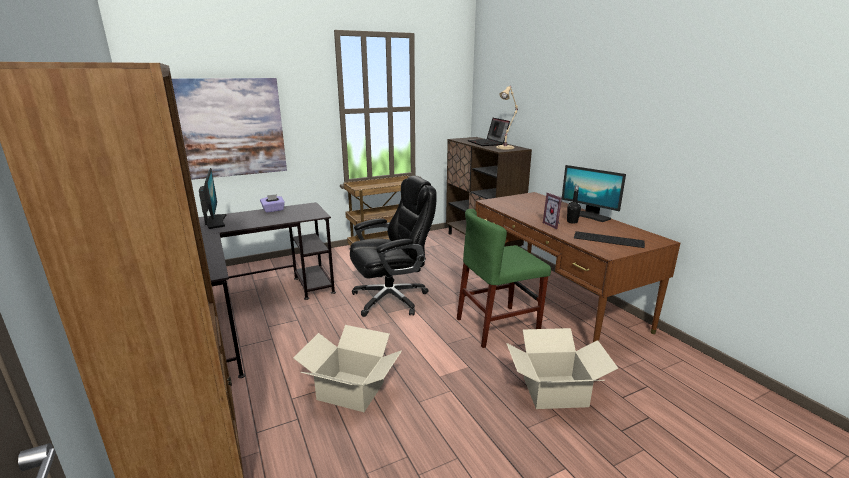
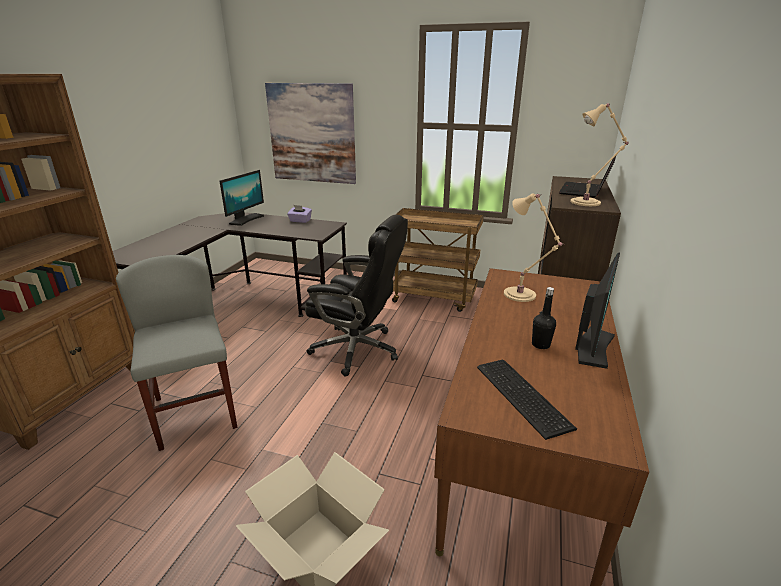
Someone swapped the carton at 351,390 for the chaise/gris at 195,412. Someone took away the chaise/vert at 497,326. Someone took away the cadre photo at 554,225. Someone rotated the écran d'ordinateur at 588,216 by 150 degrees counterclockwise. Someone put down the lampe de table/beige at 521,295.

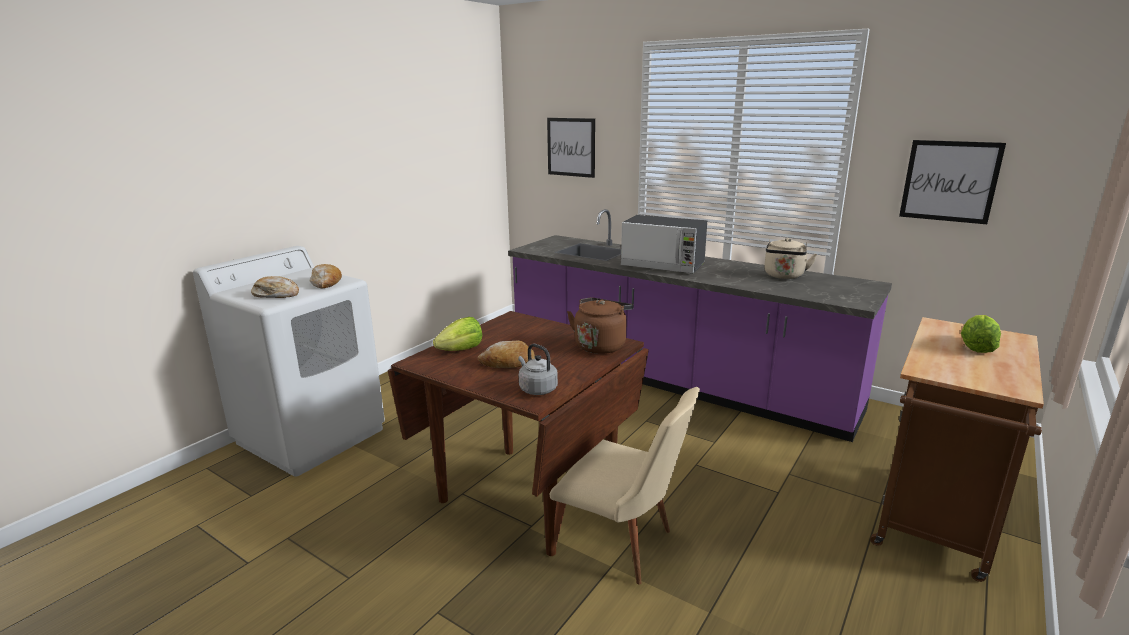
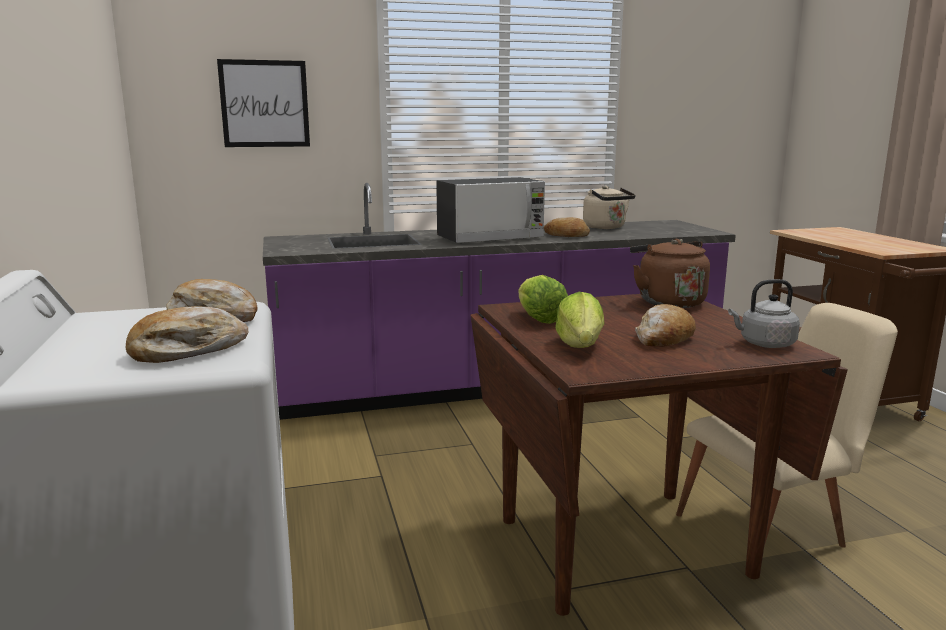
Someone took away the tableau at 949,181. Someone carried the laitue from 976,347 to 539,319. Someone put down the pain at 566,235.

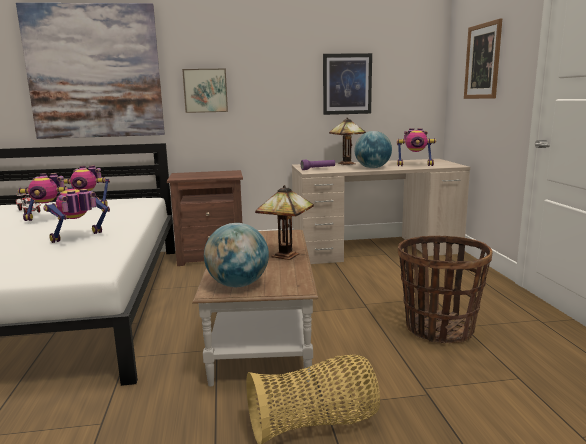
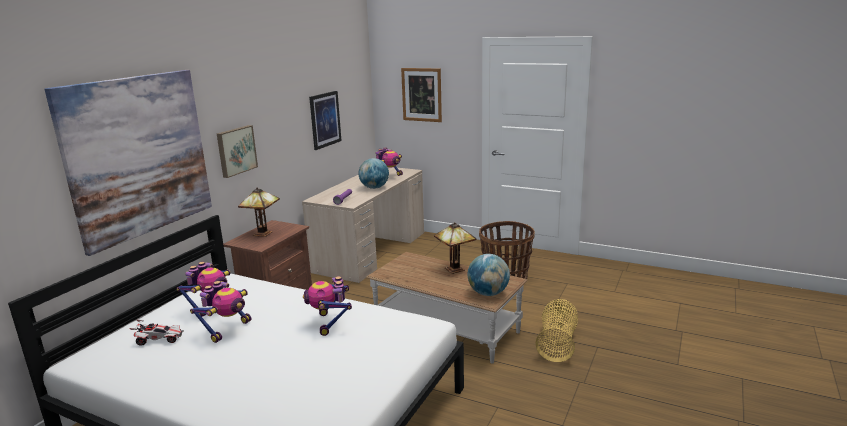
Someone carried the lampe de table from 348,164 to 264,233.

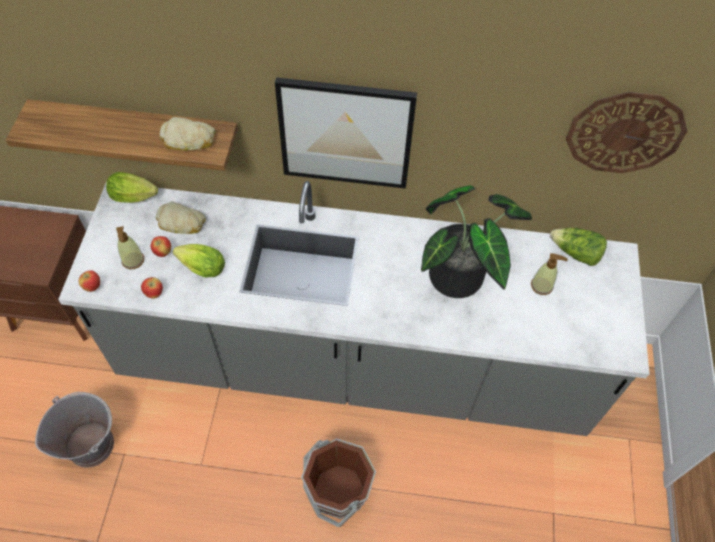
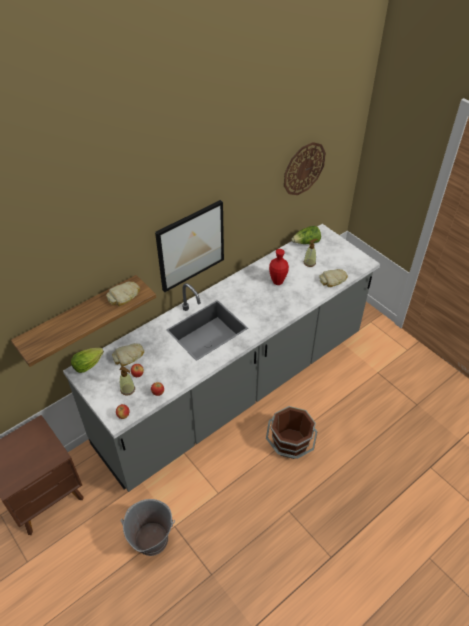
Someone took away the laitue at 200,267. Someone swapped the plante en pot at 463,276 for the vase/rouge at 277,282. Someone put down the pain at 333,280.

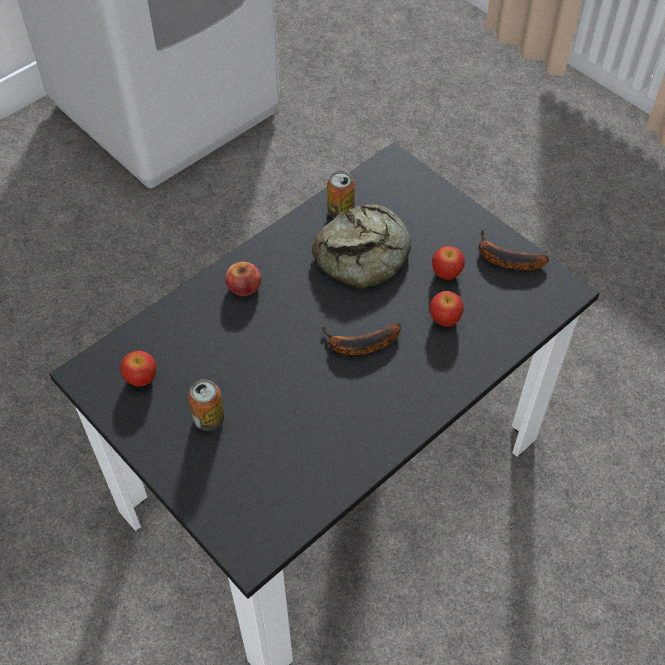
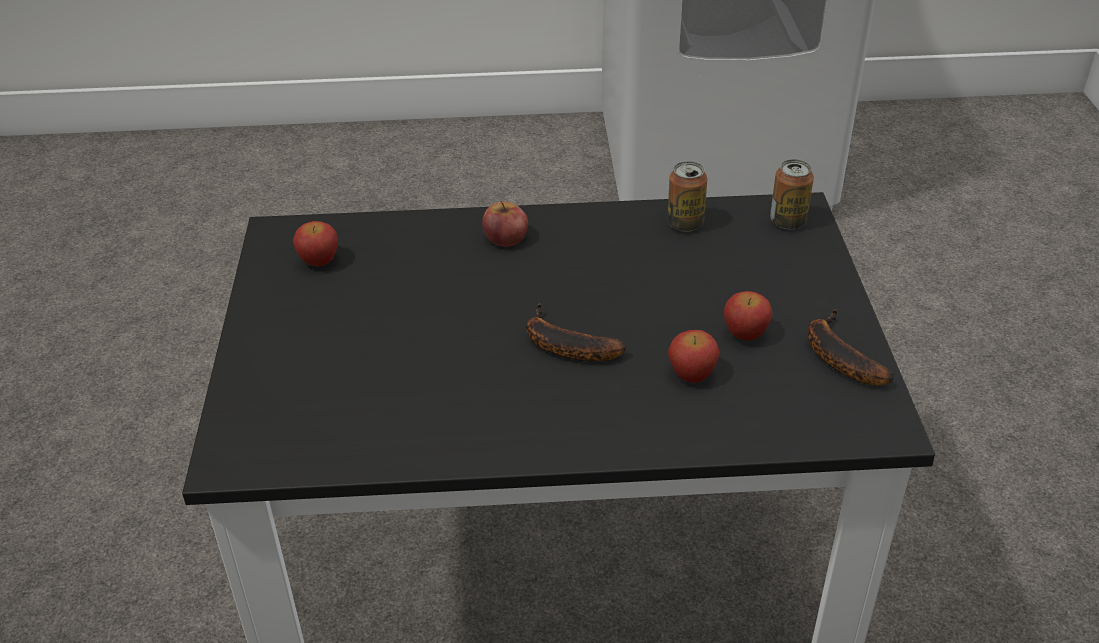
Someone carried the boîte métallique from 209,419 to 787,221. Someone took away the pain at 365,254.

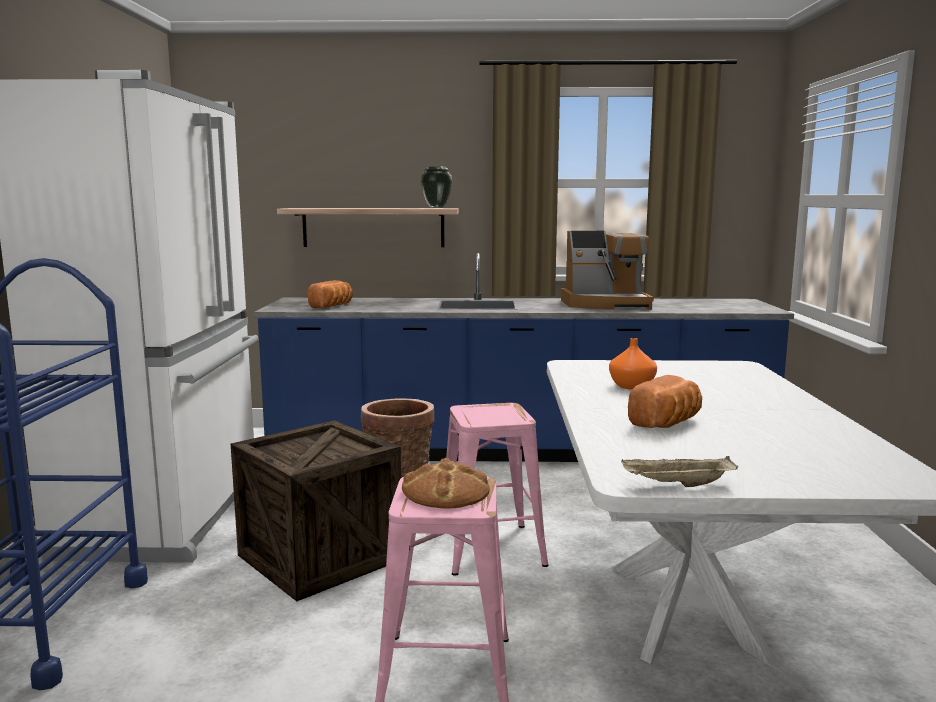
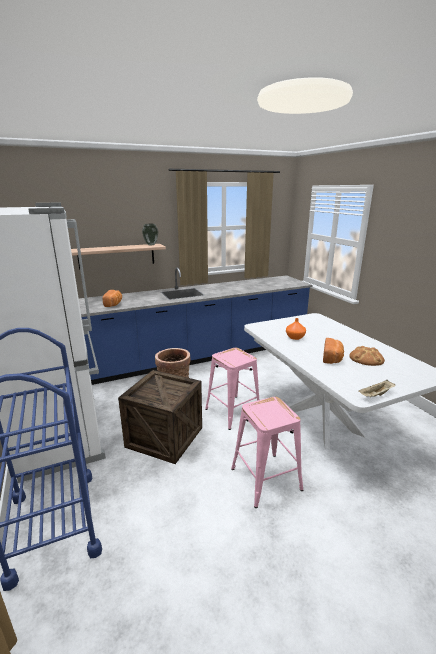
Someone carried the pain from 445,492 to 366,358. Someone took away the machine à café at 606,304.

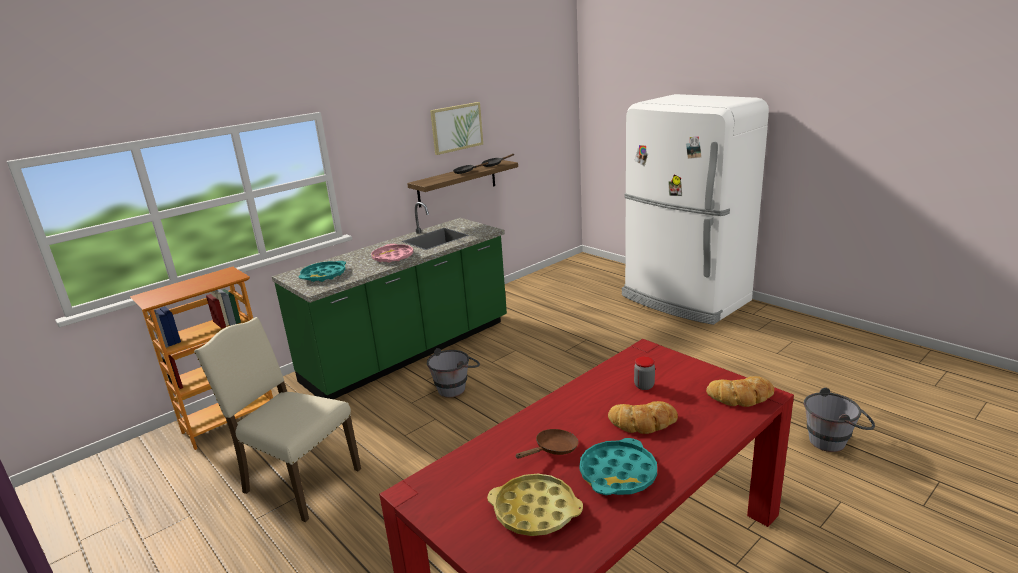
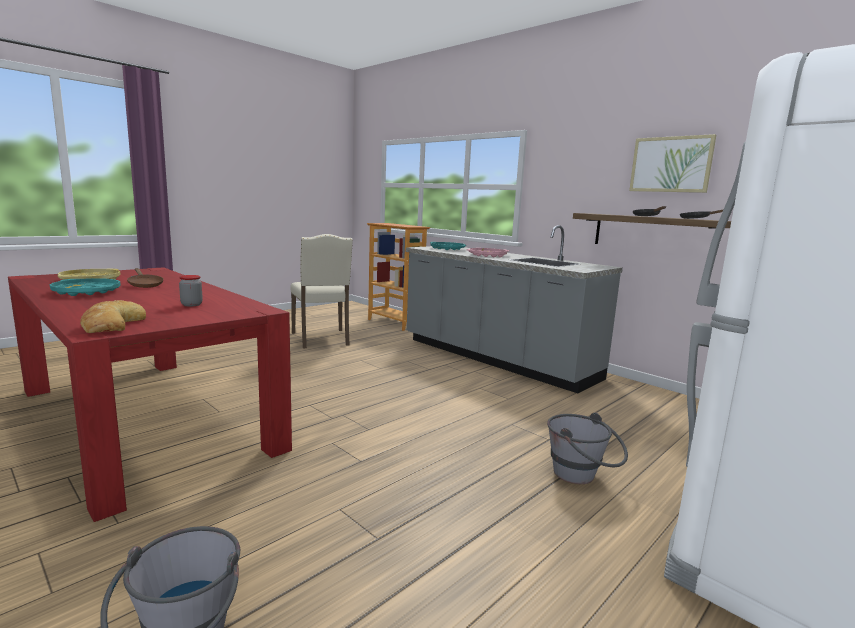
Someone rotated the chaise/beige at 298,481 by 135 degrees clockwise. Someone repainted the comptoir de cuisine/vert at 410,352, which became the comptoir de cuisine/gris at 495,359. Someone carried the seau/gris from 456,387 to 582,477. Someone took away the pain at 643,422.

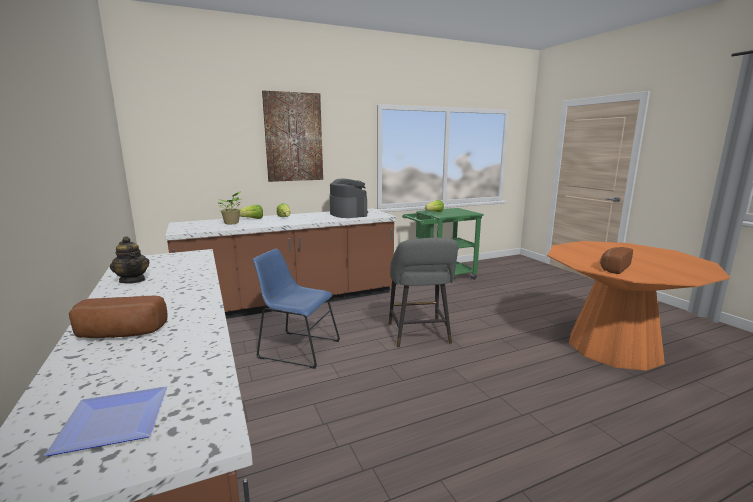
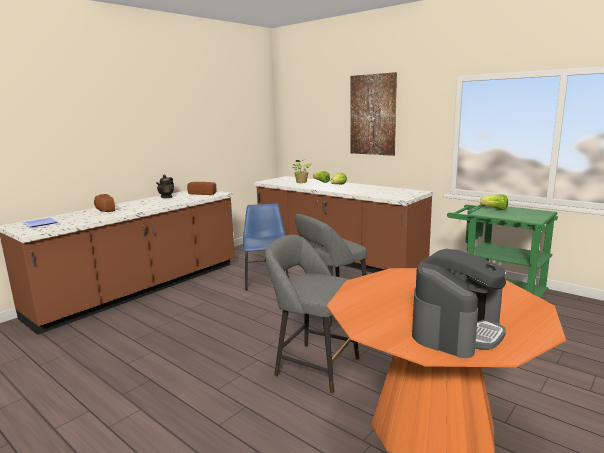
Someone carried the machine à café from 348,214 to 457,330. Someone carried the pain from 613,268 to 203,193. Someone put down the tabouret/gris at 313,365.

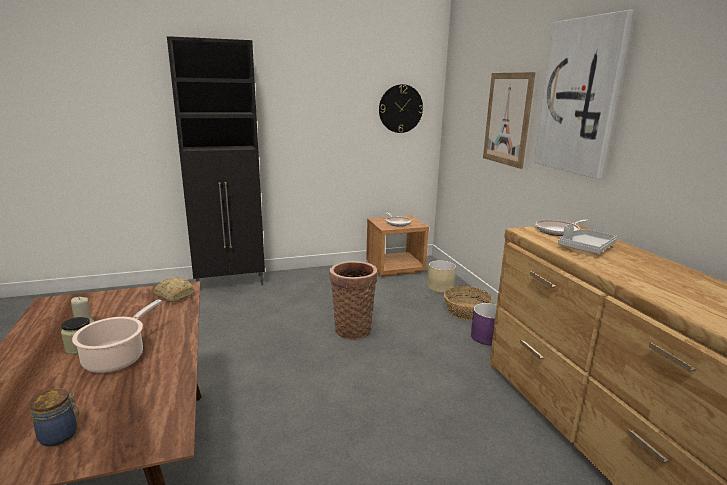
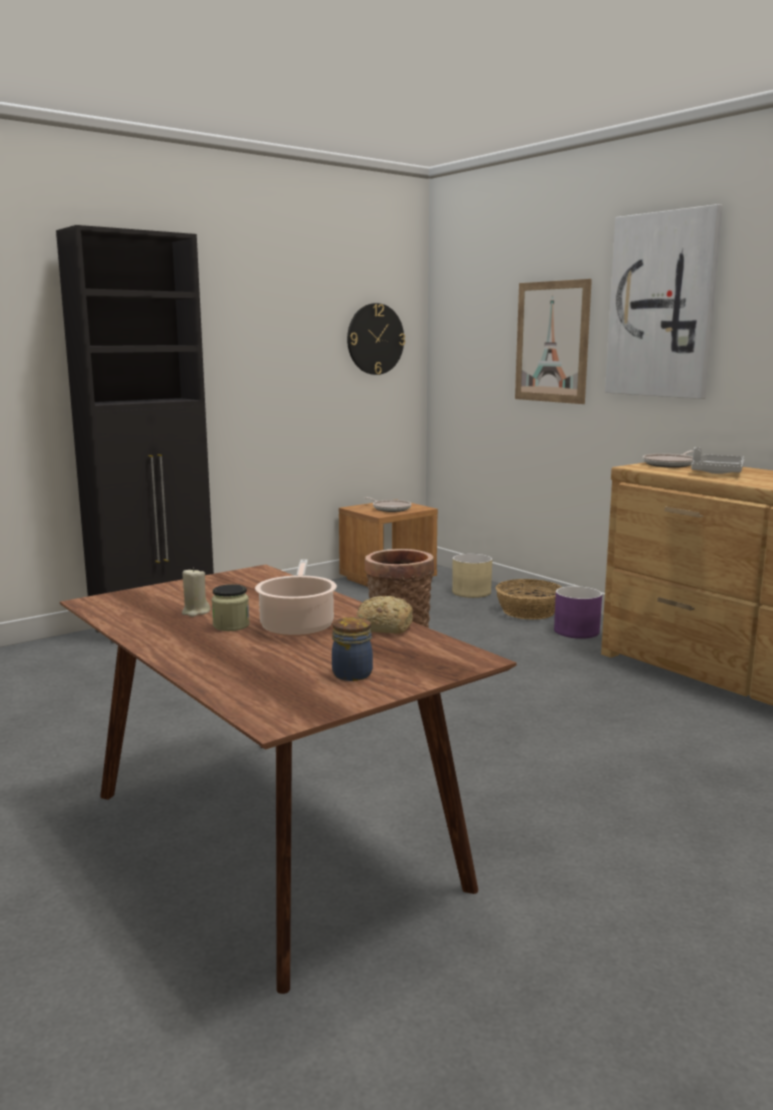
Someone carried the pain from 174,295 to 383,627.

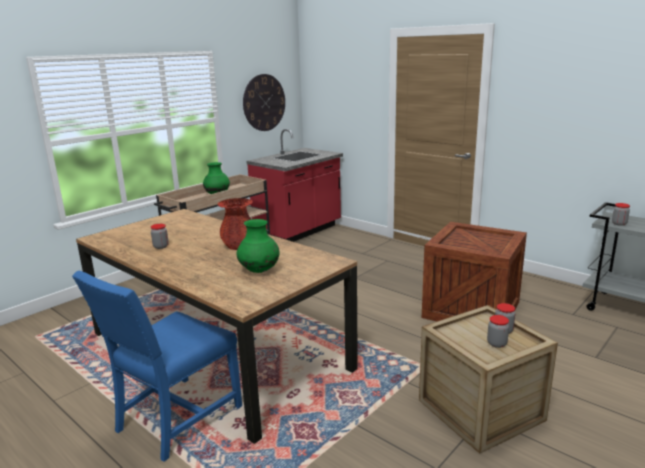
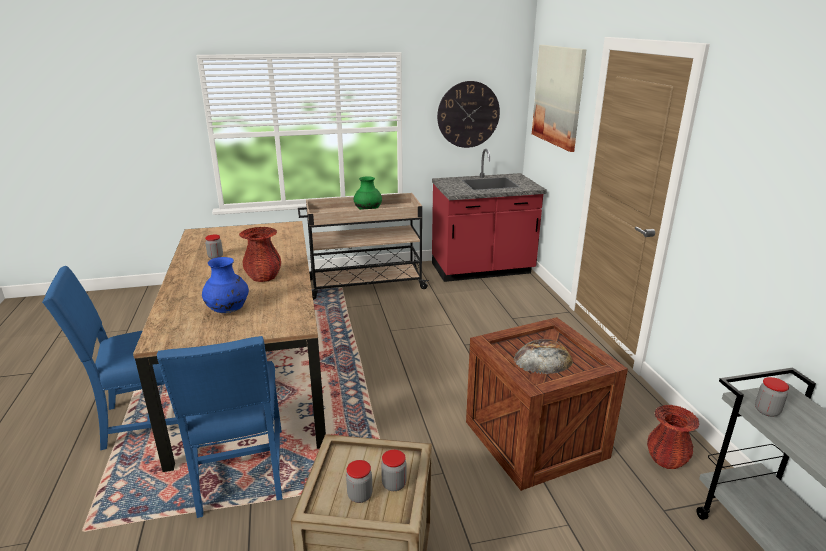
Someone repainted the vase/vert at 259,271, which became the vase/bleu at 228,310. Someone put down the chaise/bleu at 239,473. Someone put down the pain at 543,359. Someone put up the tableau at 558,96. Someone put down the vase/rouge at 666,460.

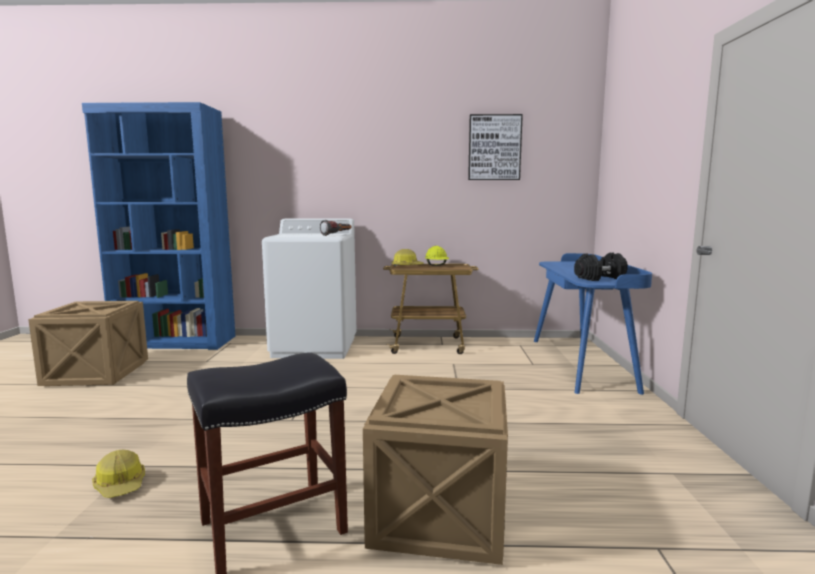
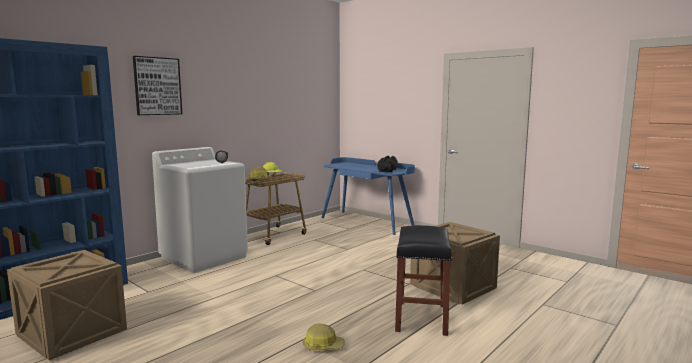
Someone carried the tableau from 494,147 to 157,86.

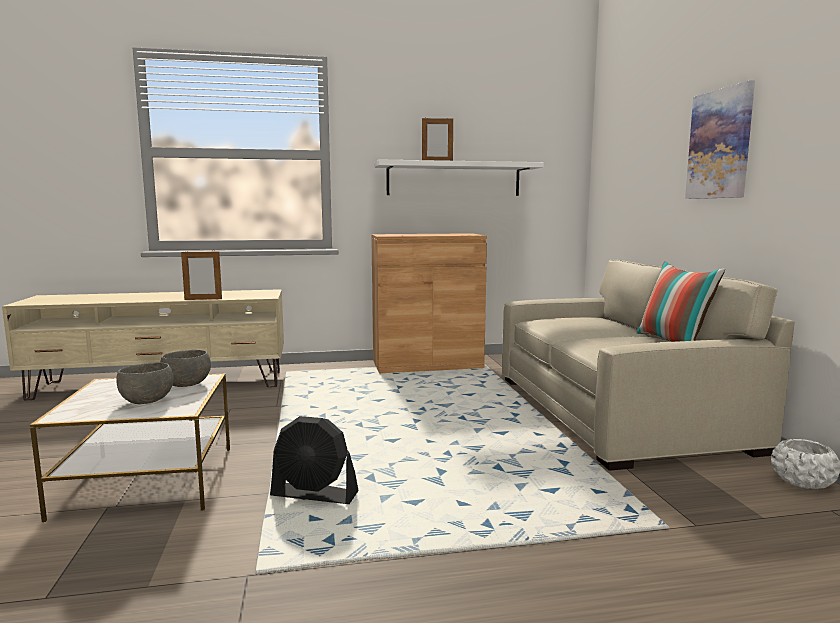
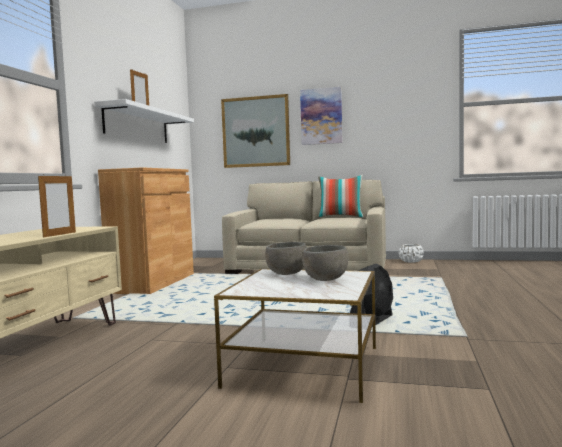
Someone put up the tableau at 256,132.

